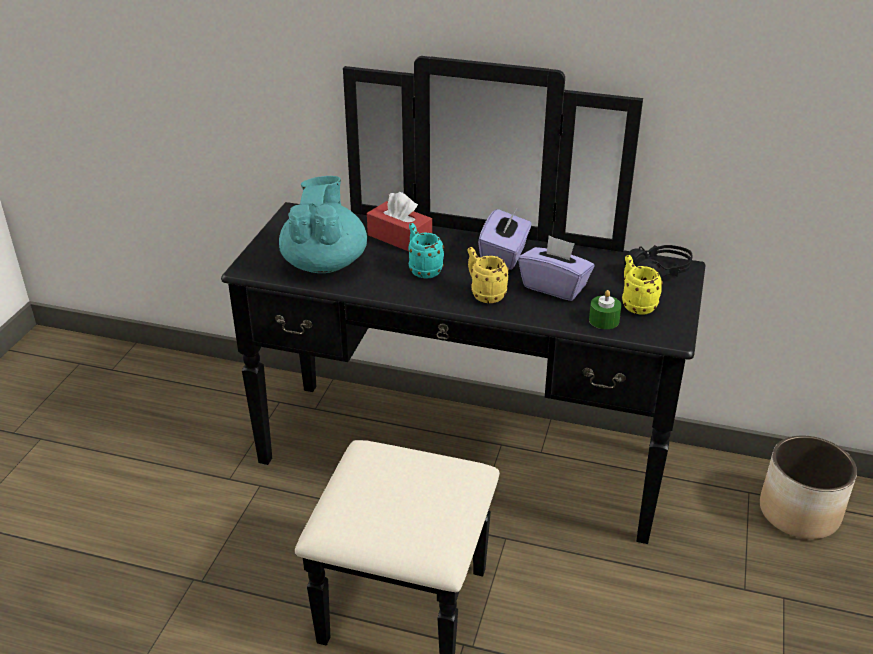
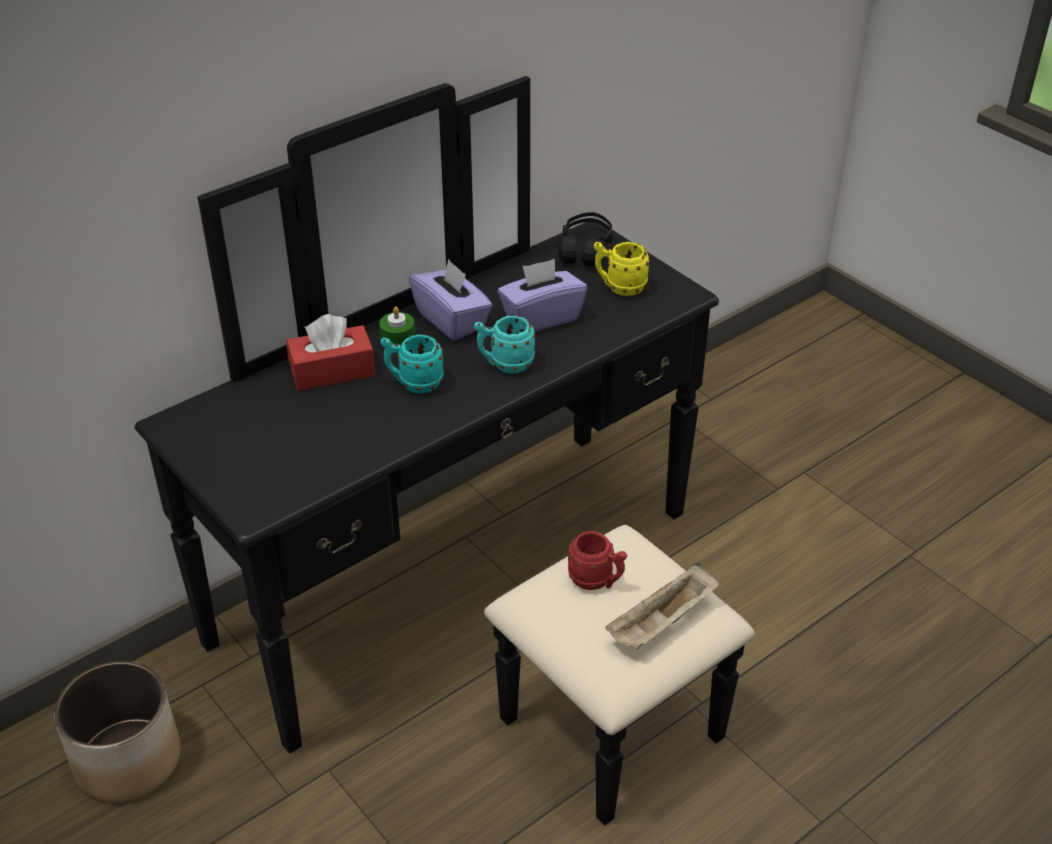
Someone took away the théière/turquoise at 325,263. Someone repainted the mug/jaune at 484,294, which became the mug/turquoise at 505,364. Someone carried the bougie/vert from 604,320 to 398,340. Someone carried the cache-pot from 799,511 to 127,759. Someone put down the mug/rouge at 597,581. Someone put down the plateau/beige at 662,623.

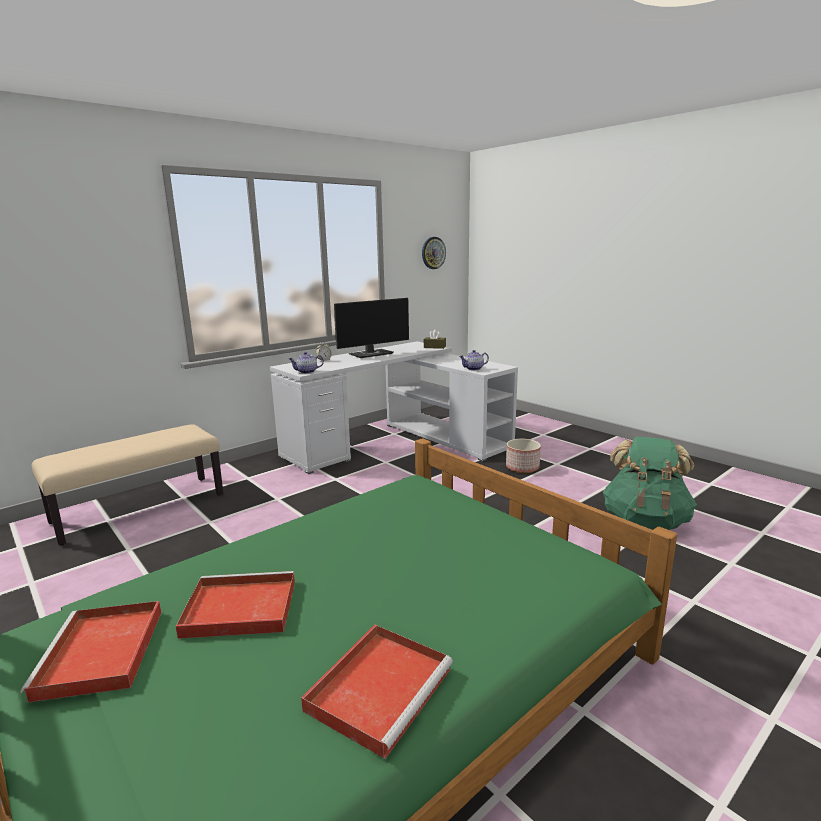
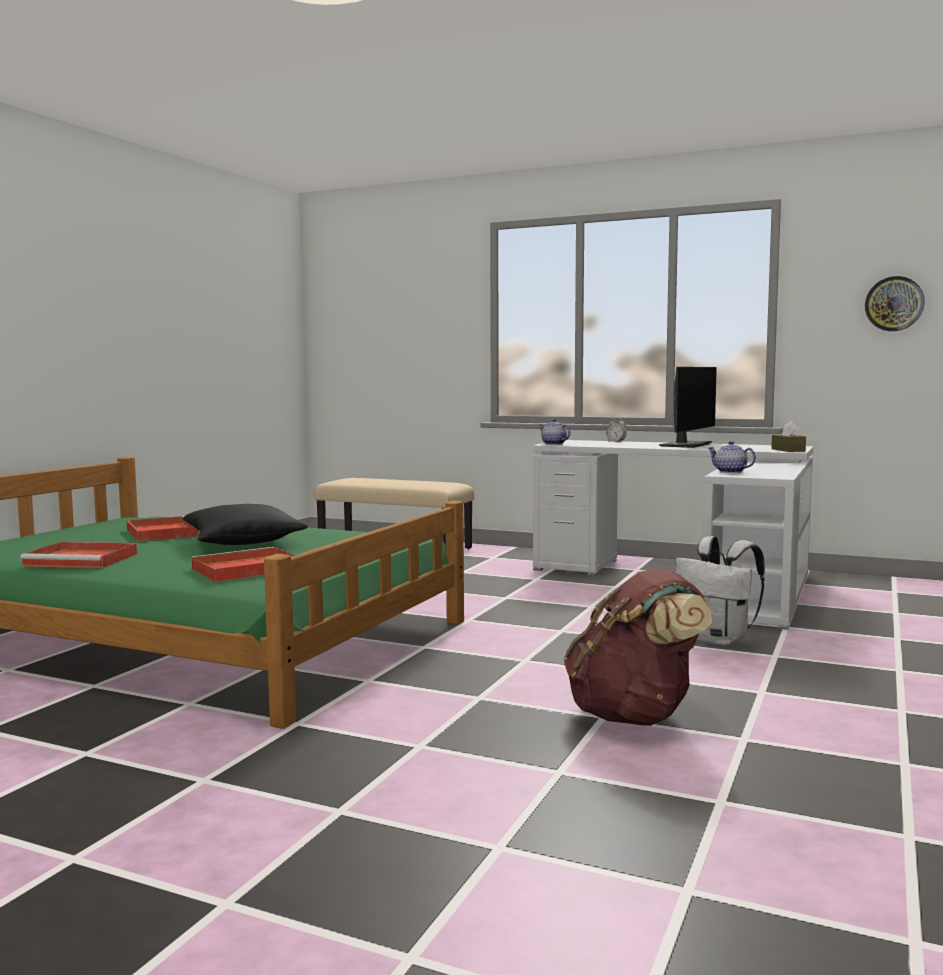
Someone carried the plateau/rouge from 101,654 to 244,569. Someone rotated the écran d'ordinateur at 372,354 by 90 degrees counterclockwise. Someone swapped the cache-pot at 522,467 for the sac à dos/blanc at 718,640. Someone repainted the sac à dos/vert at 645,521, which became the sac à dos/marron at 635,716. Someone put down the coussin/noir at 244,542.

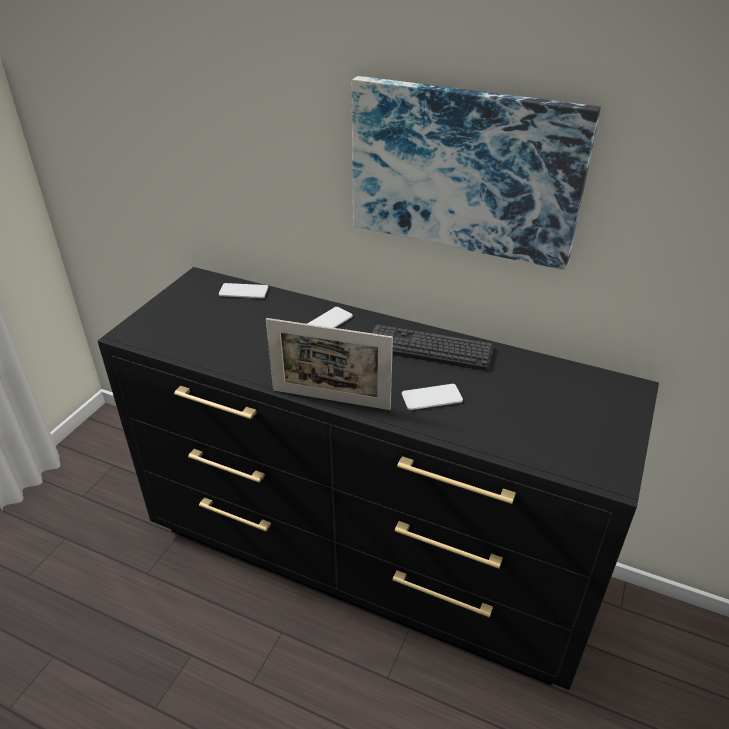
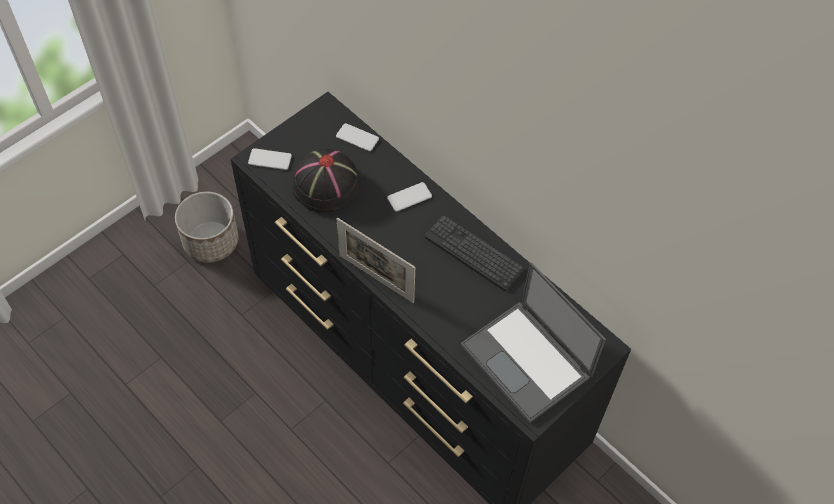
Someone took away the tableau at 465,170. Someone carried the téléphone from 432,398 to 270,159. Someone put down the cache-pot at 210,242. Someone put down the chapeau/noir at 326,186. Someone put down the ordinateur portable at 528,361.

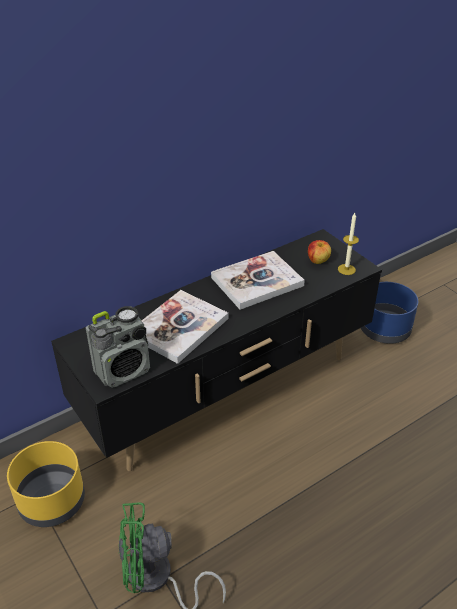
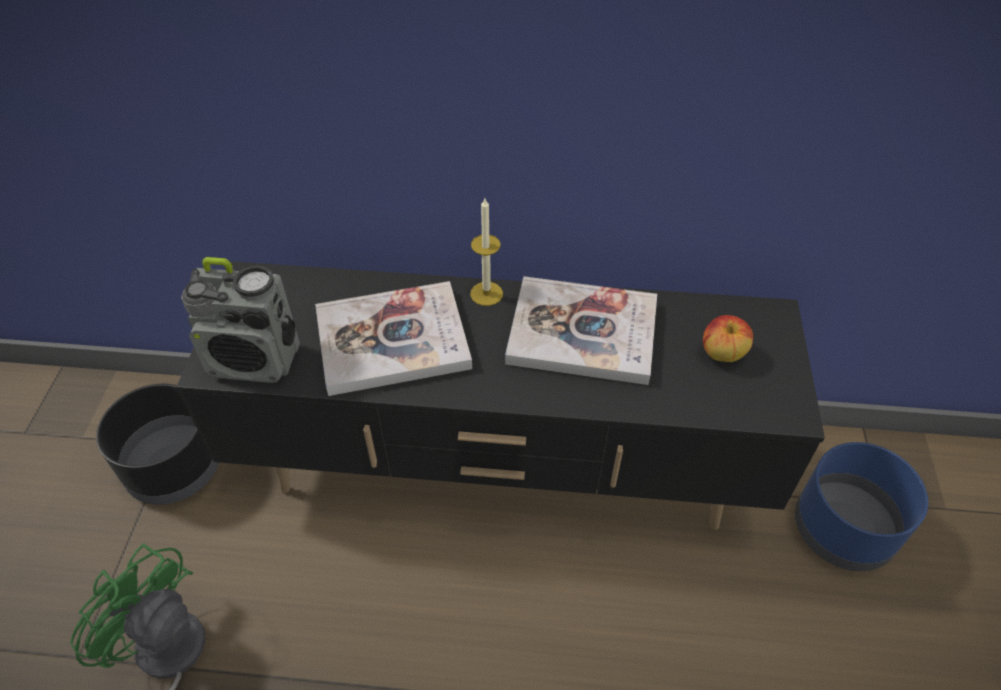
Someone repainted the cache-pot/jaune at 51,502, which became the cache-pot/noir at 173,467. Someone carried the bougie from 346,269 to 486,293.

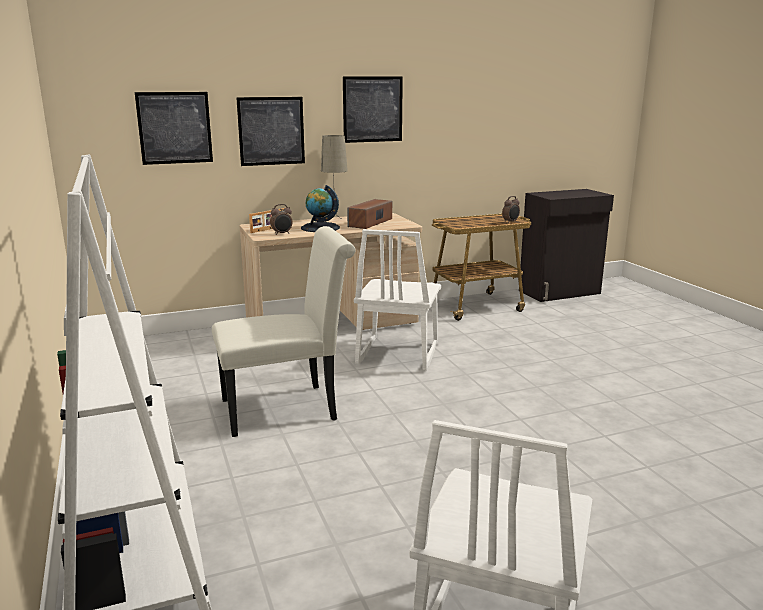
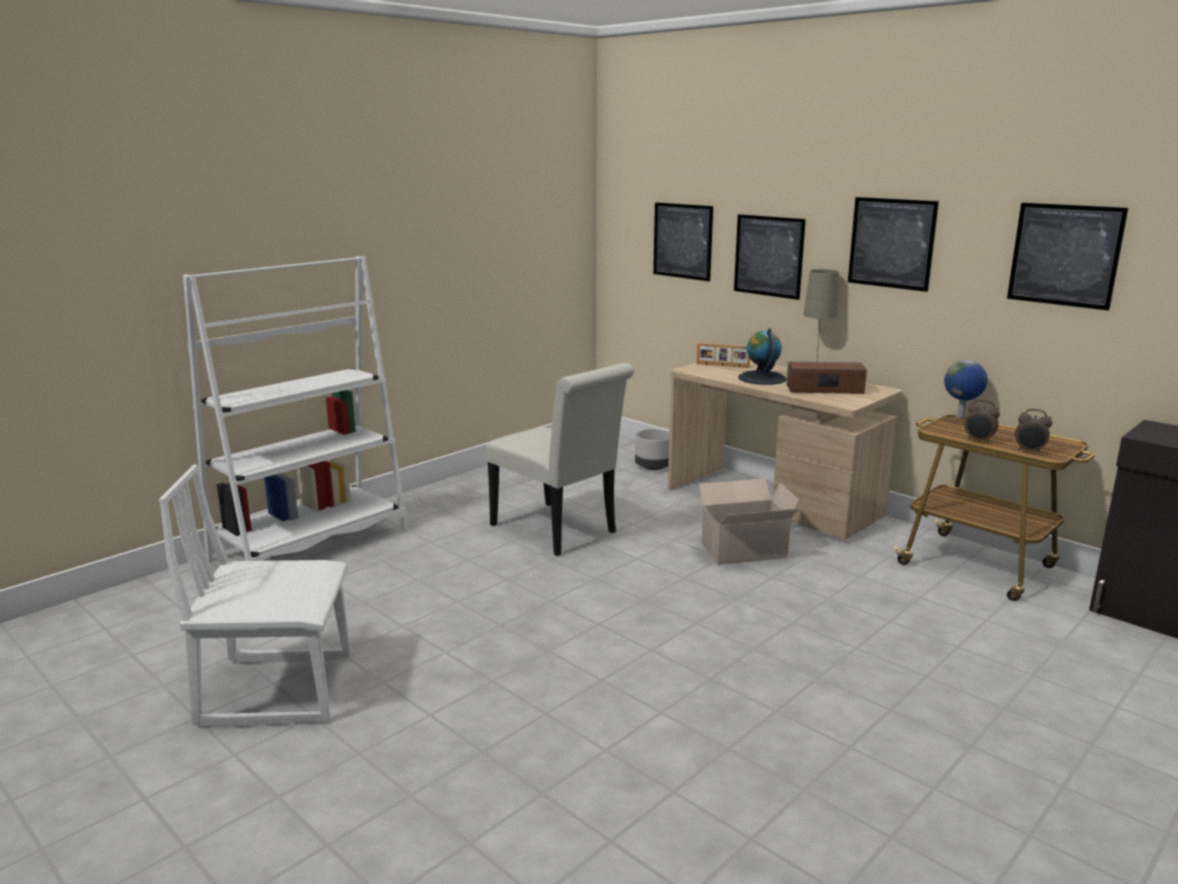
Someone carried the réveil from 282,233 to 979,440. Someone swapped the chaise/blanc at 397,354 for the carton at 741,550. Someone put down the cache-pot/gris at 654,467. Someone put down the globe at 961,417. Someone put up the tableau at 1065,255.

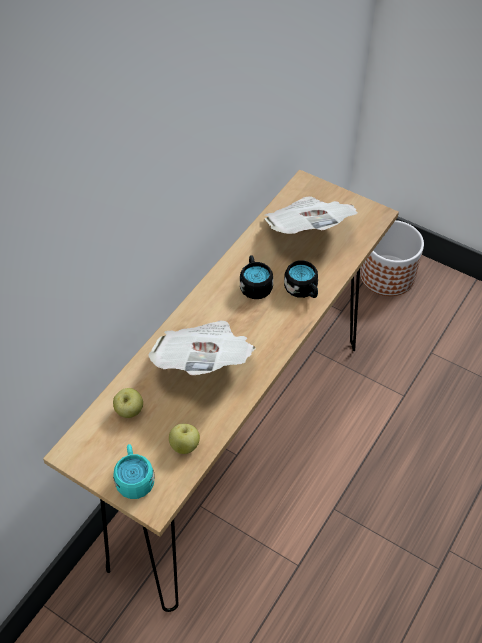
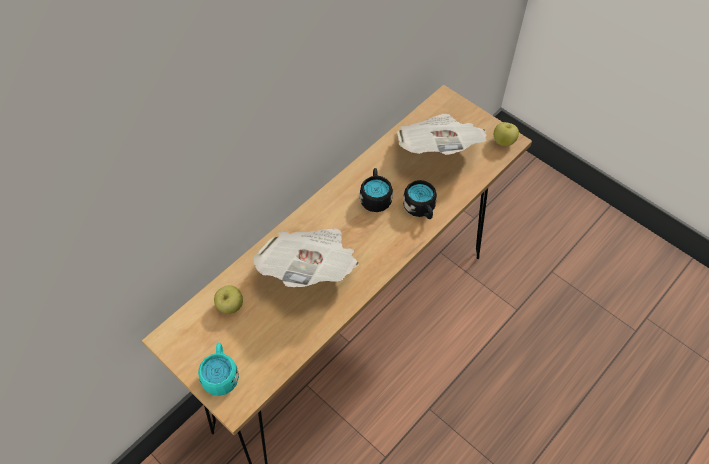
Someone carried the pomme from 185,446 to 503,141. Someone took away the cache-pot at 387,275.

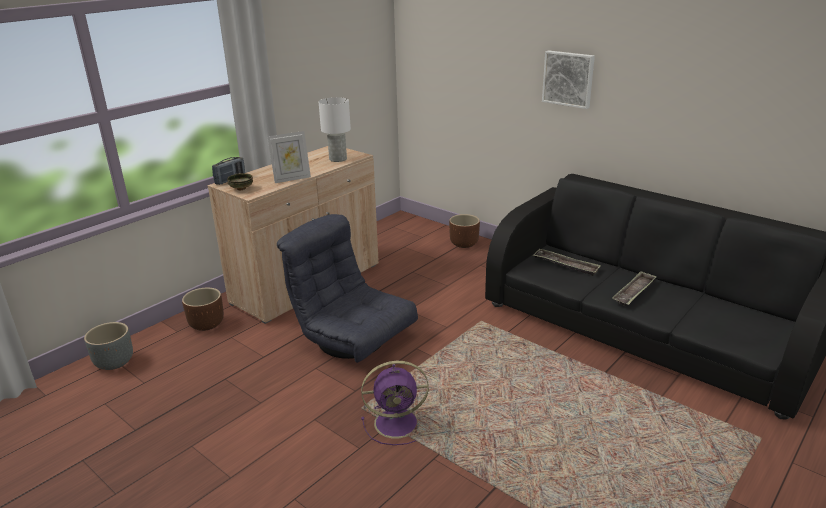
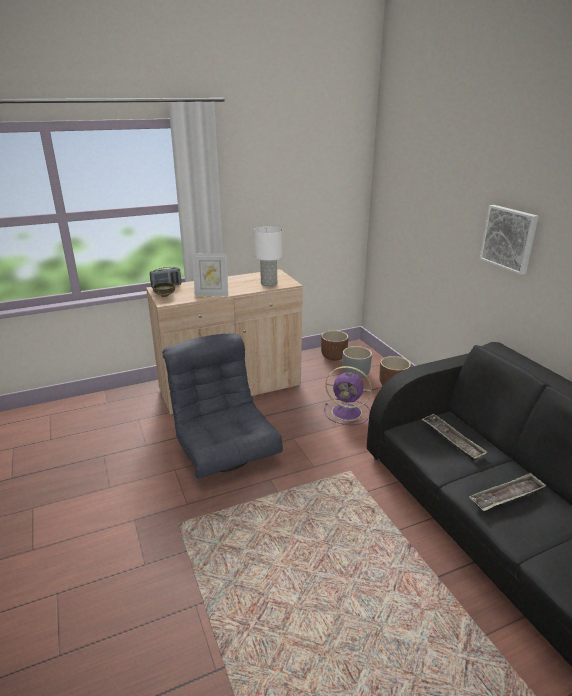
Someone carried the cache-pot/gris from 115,362 to 356,374. Someone carried the cache-pot/marron from 206,324 to 333,357. Someone carried the ventilateur/violet from 398,422 to 348,412.

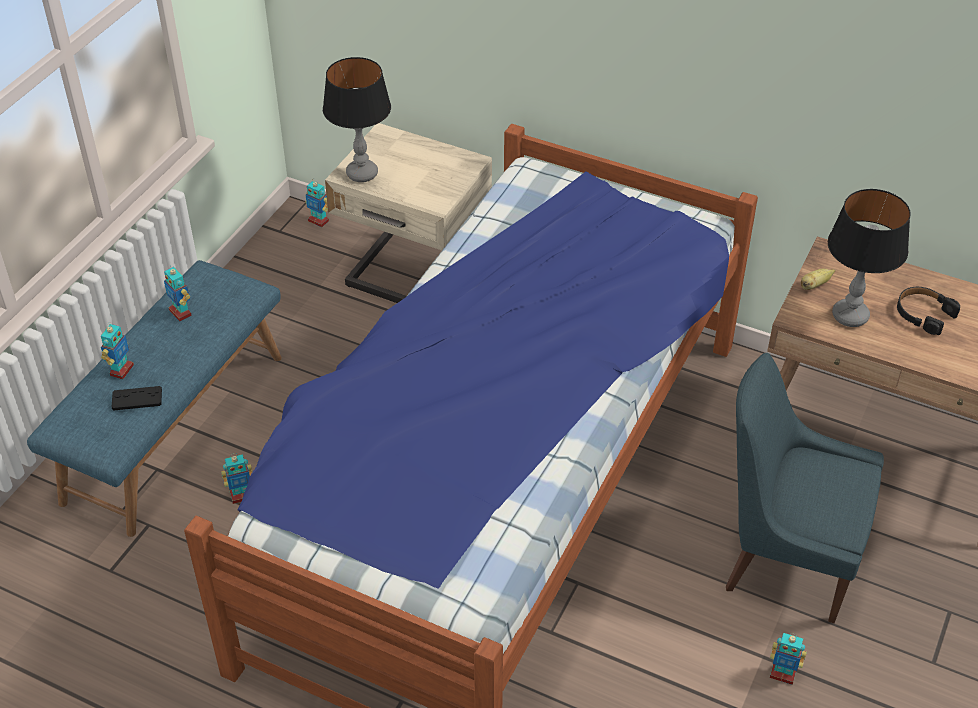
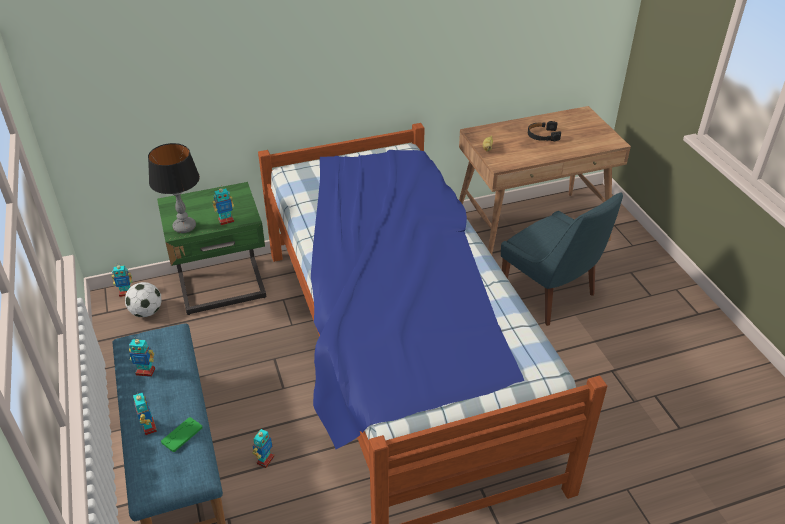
Someone repainted the manette/noir at 137,399, which became the manette/vert at 182,435. Someone repainted the table de chevet/beige at 414,280, which became the table de chevet/vert at 223,288. Someone rotated the chaise/bleu at 785,557 by 105 degrees counterclockwise. Someone carried the robot jouet from 782,674 to 226,220. Someone took away the lampe de table at 850,316. Someone put down the ballon de foot at 147,312.

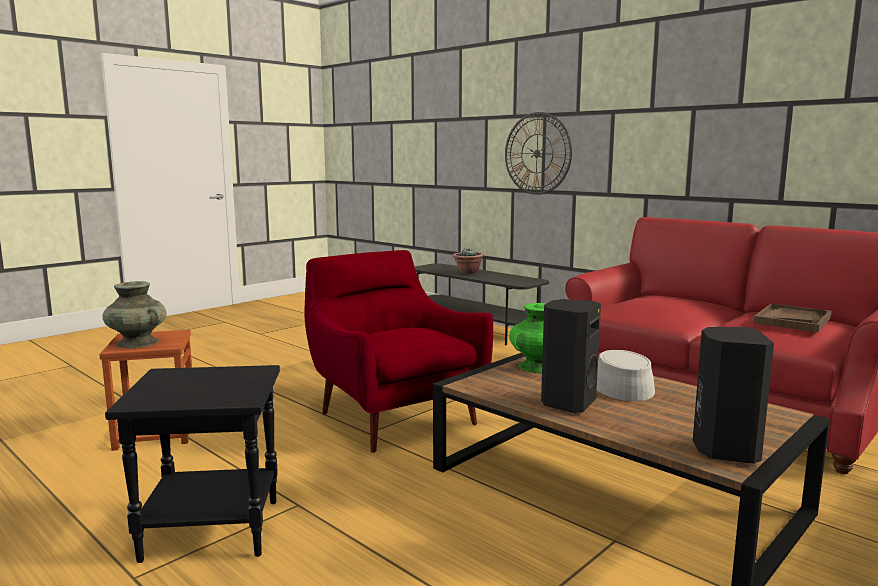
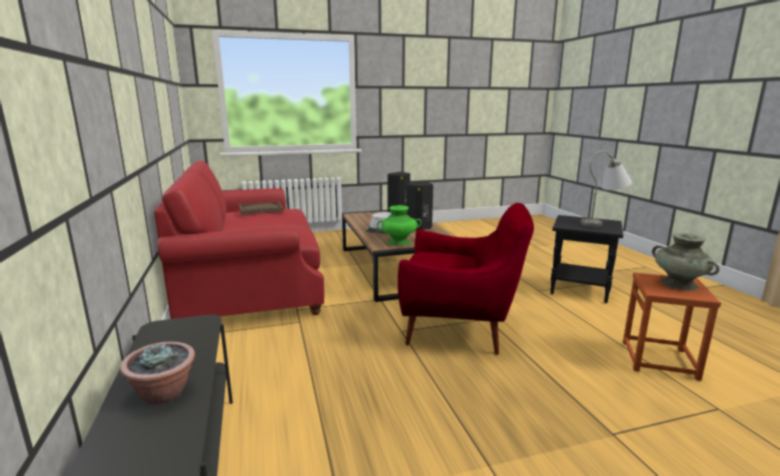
Someone rotated the fauteuil/rouge at 394,416 by 75 degrees counterclockwise. Someone took away the horloge murale at 537,153. Someone put down the lampe de table/gris at 603,223.

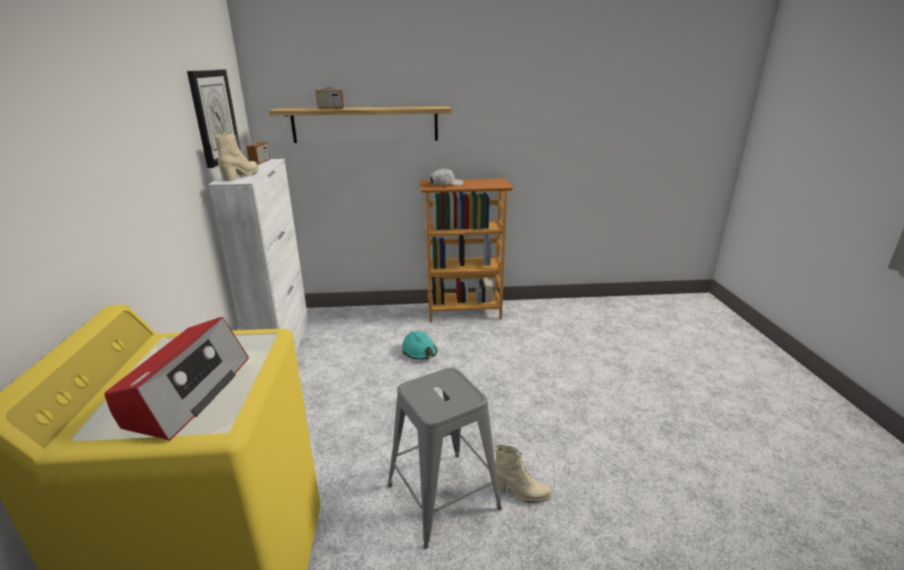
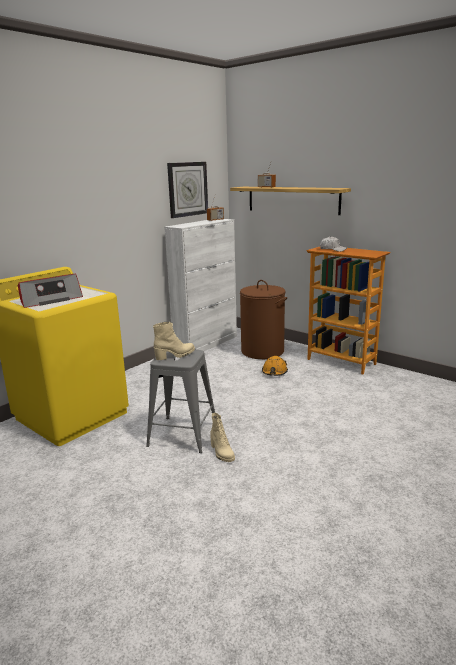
Someone carried the botte/beige from 242,176 to 175,355. Someone repainted the casque de chantier/turquoise at 419,352, which became the casque de chantier/orange at 274,372. Someone put down the panier à linge/marron at 263,351.

